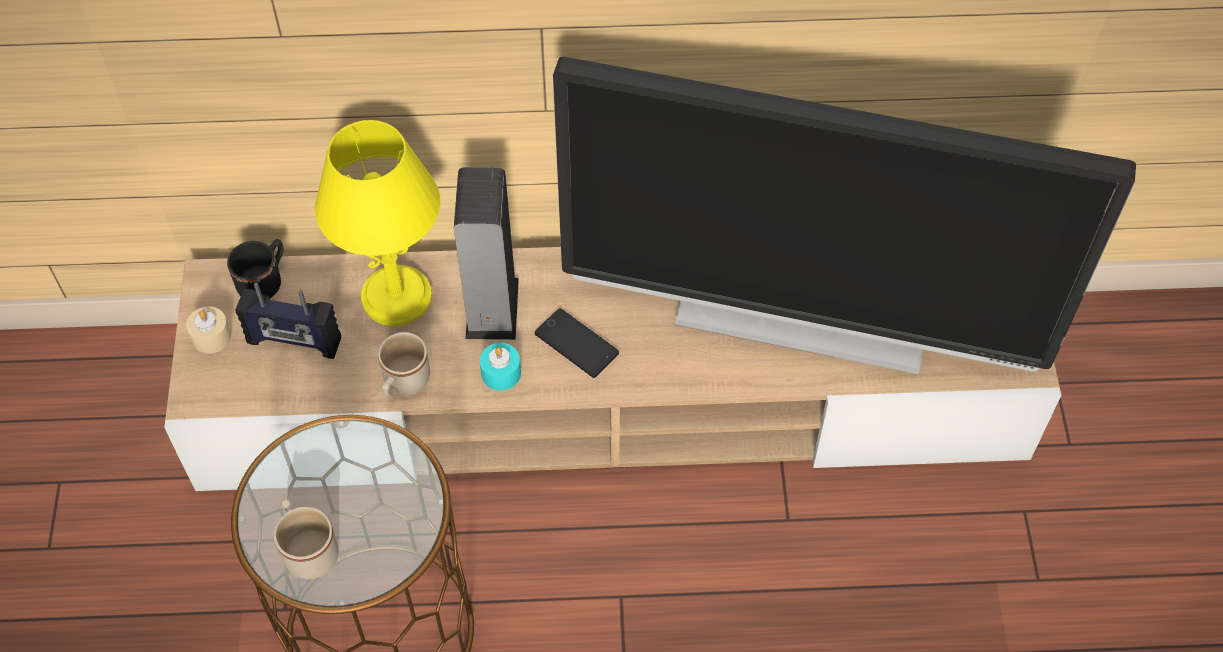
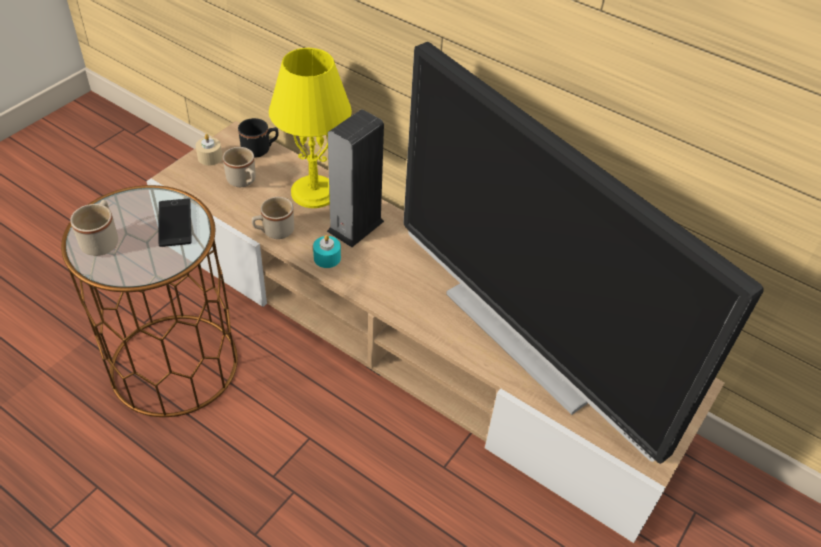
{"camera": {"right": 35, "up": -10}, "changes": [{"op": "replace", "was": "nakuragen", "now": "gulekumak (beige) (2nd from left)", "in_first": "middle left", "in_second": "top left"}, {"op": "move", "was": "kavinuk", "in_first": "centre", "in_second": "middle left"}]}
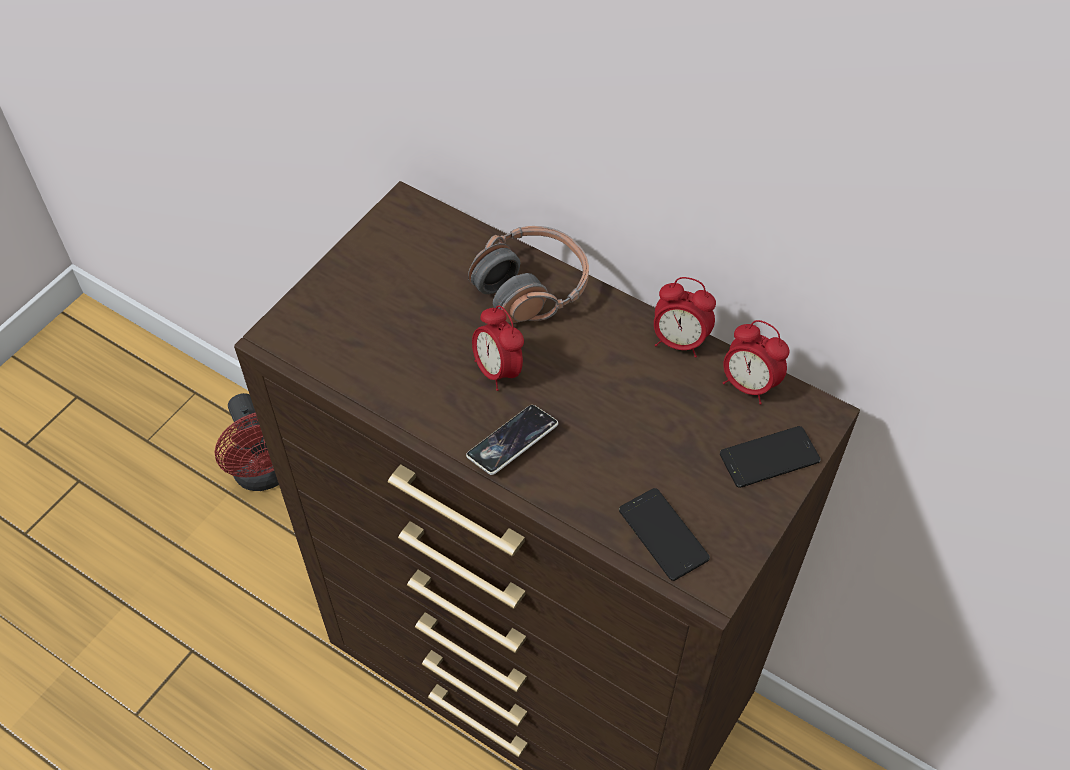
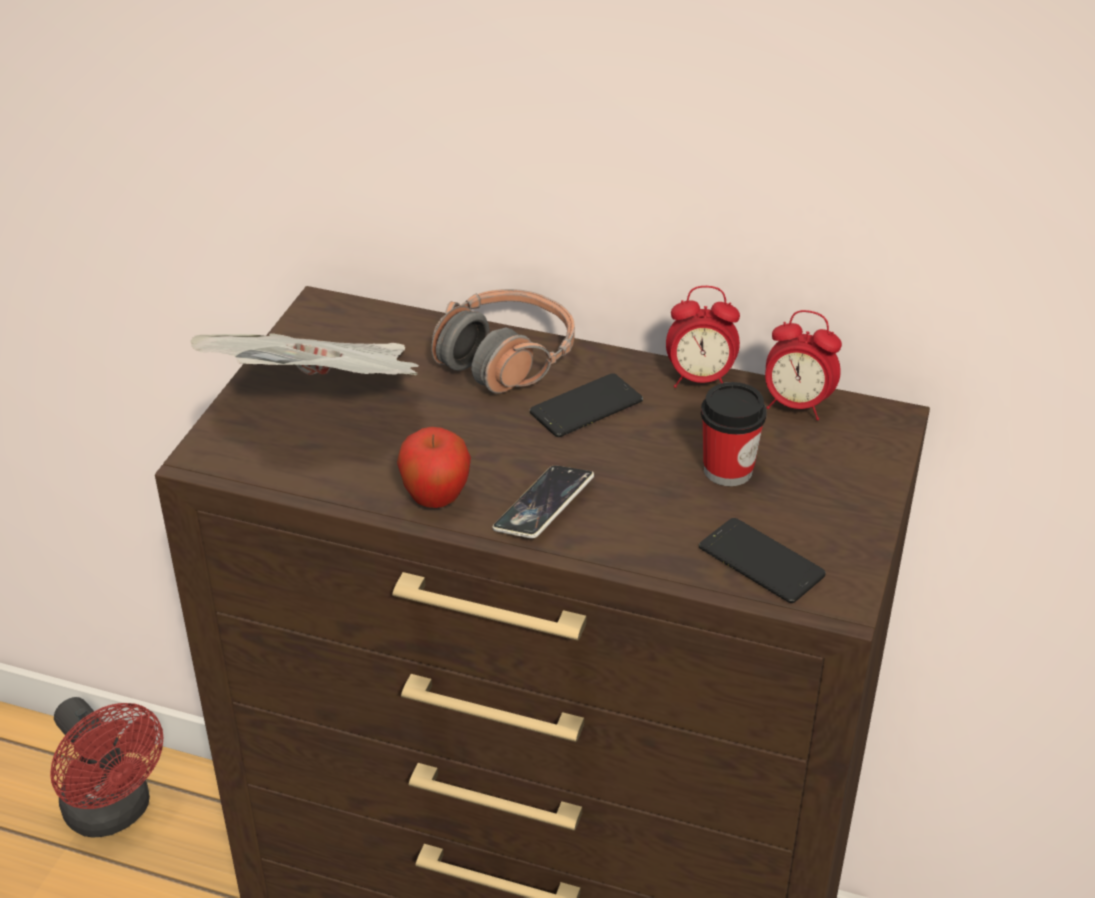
{"camera": {"right": -15, "up": -15}, "changes": [{"op": "delete", "was": "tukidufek (1st from left)", "in_first": "centre"}, {"op": "move", "was": "kavinuk (3rd from left in the first image)", "now": "kavinuk (2nd from left)", "in_first": "middle right", "in_second": "centre"}, {"op": "insert", "now": "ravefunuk", "in_second": "middle left"}, {"op": "insert", "now": "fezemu", "in_second": "middle right"}, {"op": "insert", "now": "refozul", "in_second": "centre"}]}
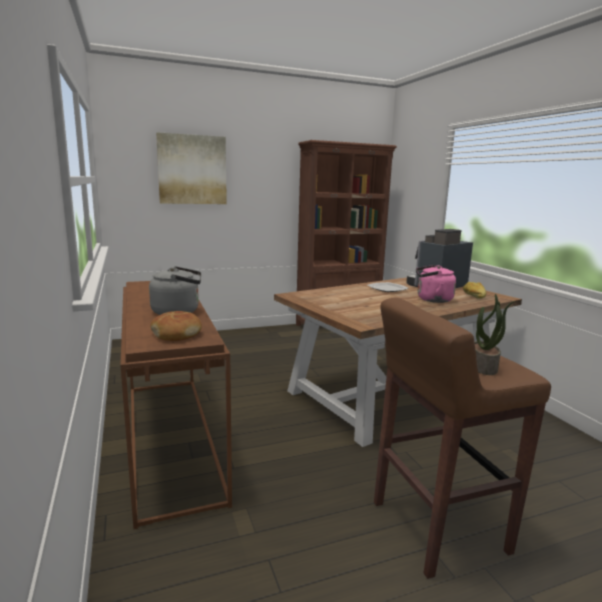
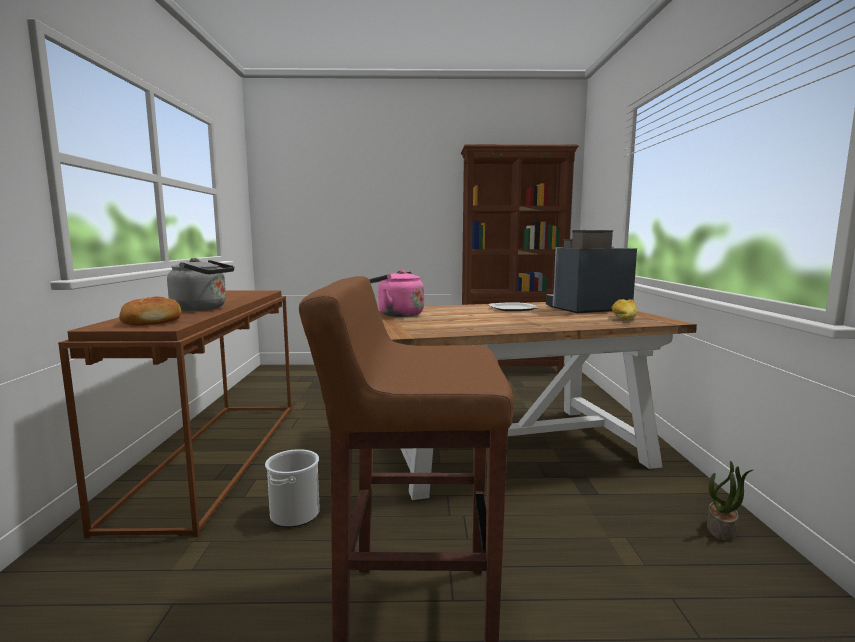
{"camera": {"right": 20, "up": -5}, "changes": [{"op": "delete", "was": "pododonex", "in_first": "top left"}, {"op": "move", "was": "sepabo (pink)", "in_first": "middle right", "in_second": "centre"}, {"op": "move", "was": "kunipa", "in_first": "middle right", "in_second": "bottom right"}, {"op": "insert", "now": "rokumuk", "in_second": "bottom centre"}]}
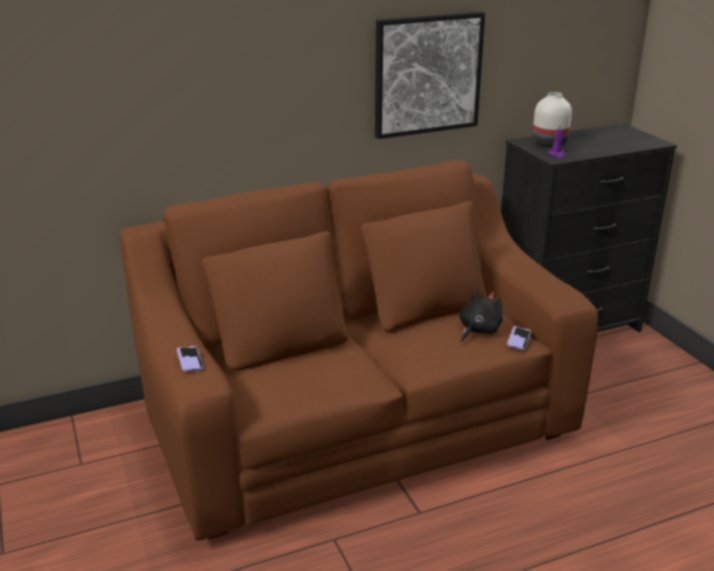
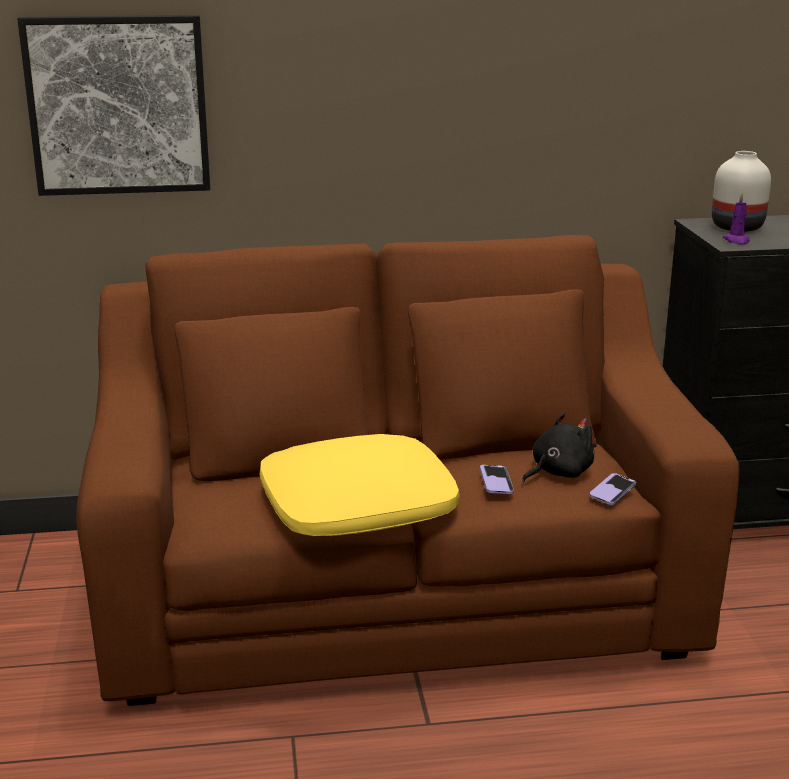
{"camera": {"right": 15, "up": -5}, "changes": [{"op": "move", "was": "pododonex", "in_first": "top centre", "in_second": "top left"}, {"op": "move", "was": "kavinuk (1st from left)", "in_first": "middle left", "in_second": "centre"}, {"op": "insert", "now": "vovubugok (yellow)", "in_second": "centre"}]}
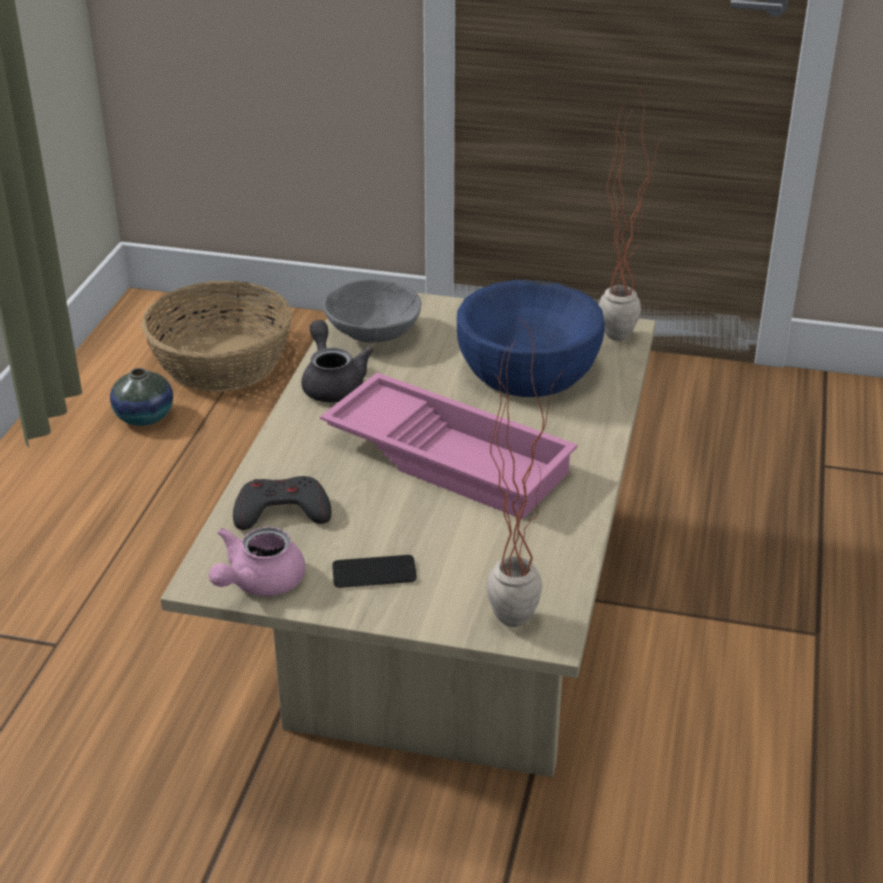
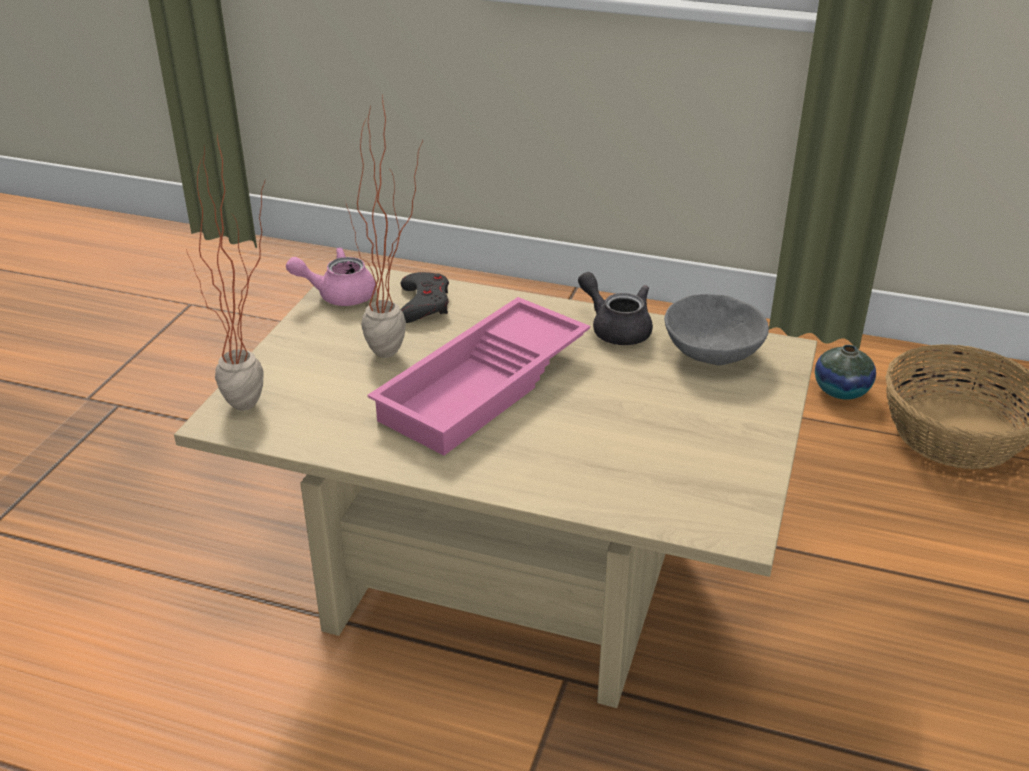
{"camera": {"right": 95, "up": 0}, "changes": [{"op": "move", "was": "kunipa (2nd from left)", "in_first": "top right", "in_second": "top centre"}, {"op": "delete", "was": "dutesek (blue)", "in_first": "centre"}, {"op": "rotate", "was": "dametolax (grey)", "in_first": "centre", "in_second": "centre", "clockwise": -120}, {"op": "rotate", "was": "dametolax (pink)", "in_first": "middle left", "in_second": "middle left", "clockwise": -45}, {"op": "delete", "was": "kavinuk", "in_first": "centre"}]}
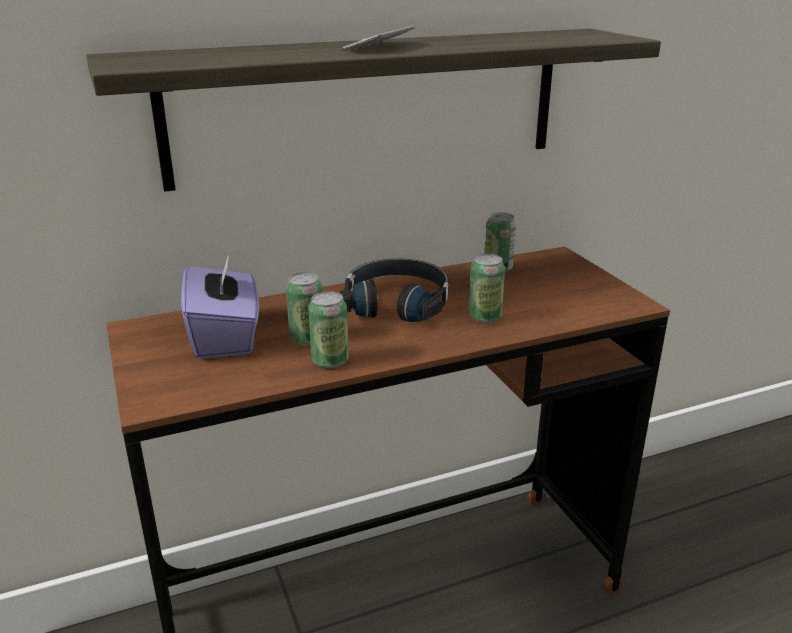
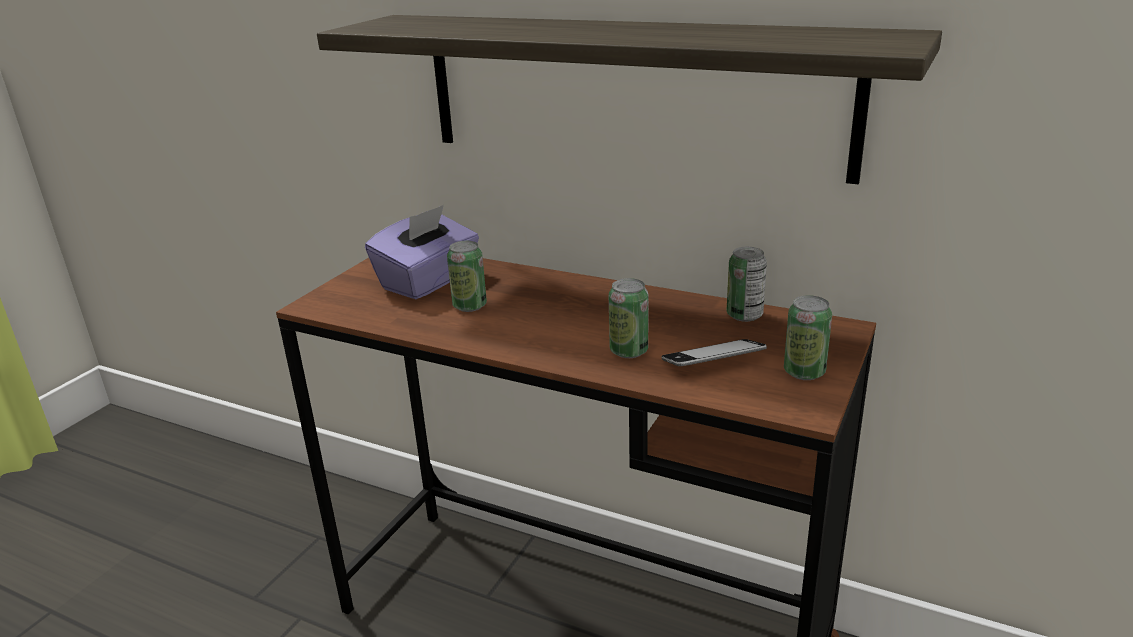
{"camera": {"right": 50, "up": 0}, "changes": [{"op": "move", "was": "kavinuk", "in_first": "top centre", "in_second": "centre"}, {"op": "delete", "was": "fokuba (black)", "in_first": "centre"}, {"op": "move", "was": "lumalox (2nd from left in the first image)", "now": "lumalox (4th from left)", "in_first": "centre", "in_second": "middle right"}]}
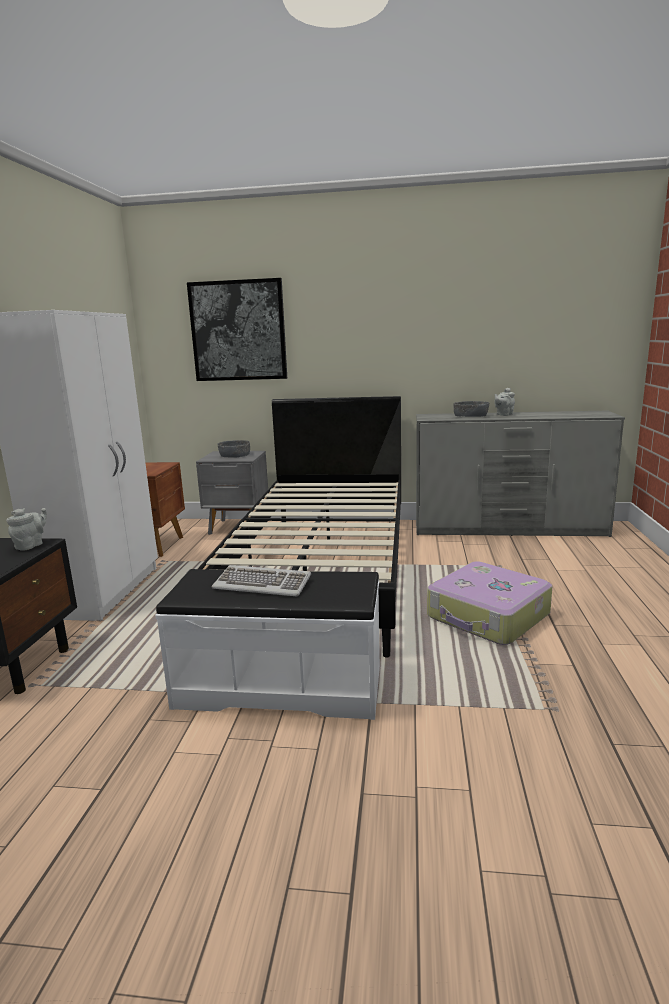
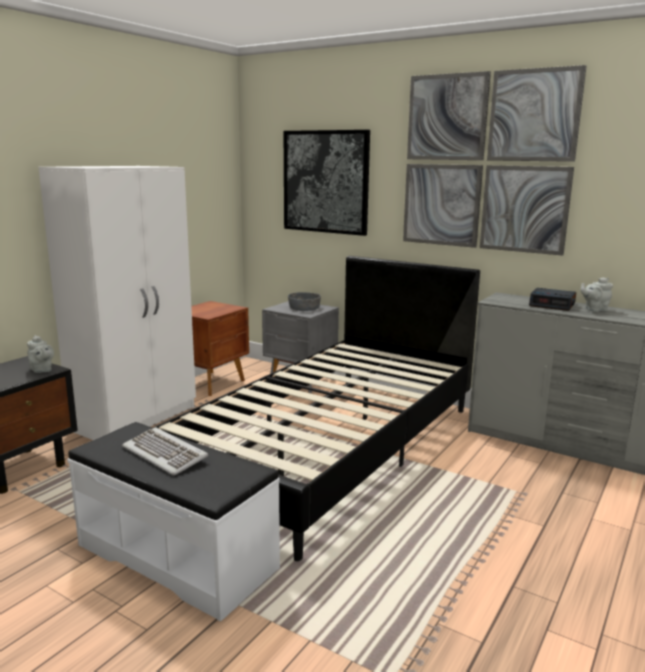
{"camera": {"right": 25, "up": 0}, "changes": [{"op": "replace", "was": "dutesek (grey) (2nd from left)", "now": "tukidufek", "in_first": "middle right", "in_second": "middle right"}, {"op": "rotate", "was": "dametolax (grey) (1st from left)", "in_first": "middle left", "in_second": "middle left", "clockwise": 90}, {"op": "delete", "was": "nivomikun", "in_first": "middle right"}, {"op": "insert", "now": "pododonex (2nd from left)", "in_second": "top right"}]}
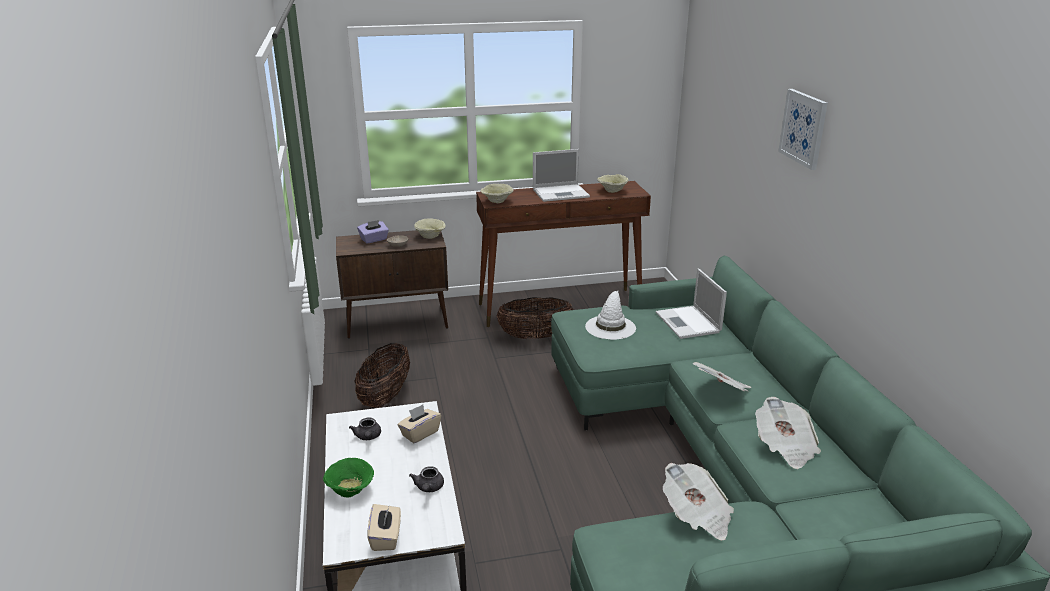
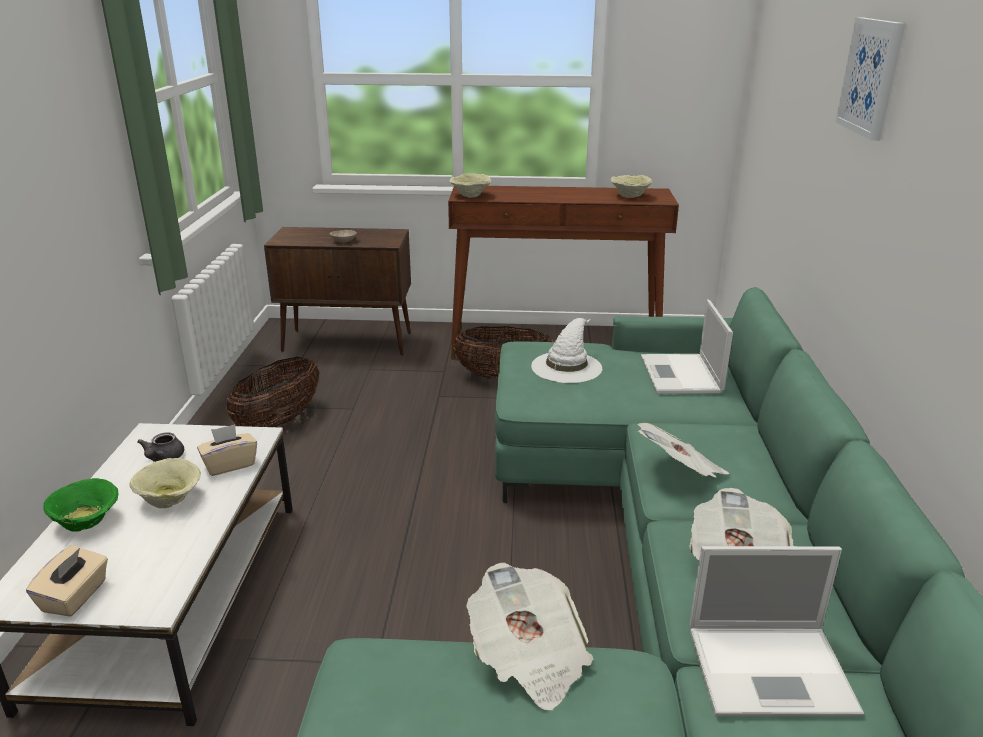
{"camera": {"right": 15, "up": 0}, "changes": [{"op": "move", "was": "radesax (1st from left in the first image)", "now": "radesax (2nd from left)", "in_first": "top centre", "in_second": "bottom right"}, {"op": "move", "was": "dutesek (beige) (2nd from left in the first image)", "now": "dutesek (beige) (1st from left)", "in_first": "centre", "in_second": "middle left"}, {"op": "delete", "was": "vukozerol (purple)", "in_first": "centre"}, {"op": "delete", "was": "dametolax (grey) (2nd from left)", "in_first": "bottom centre"}]}
